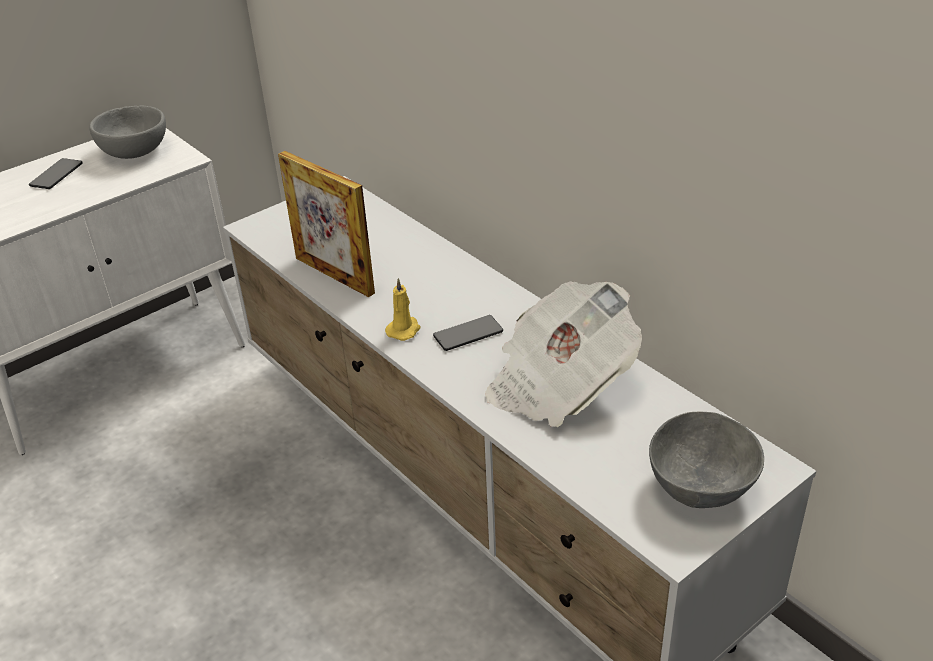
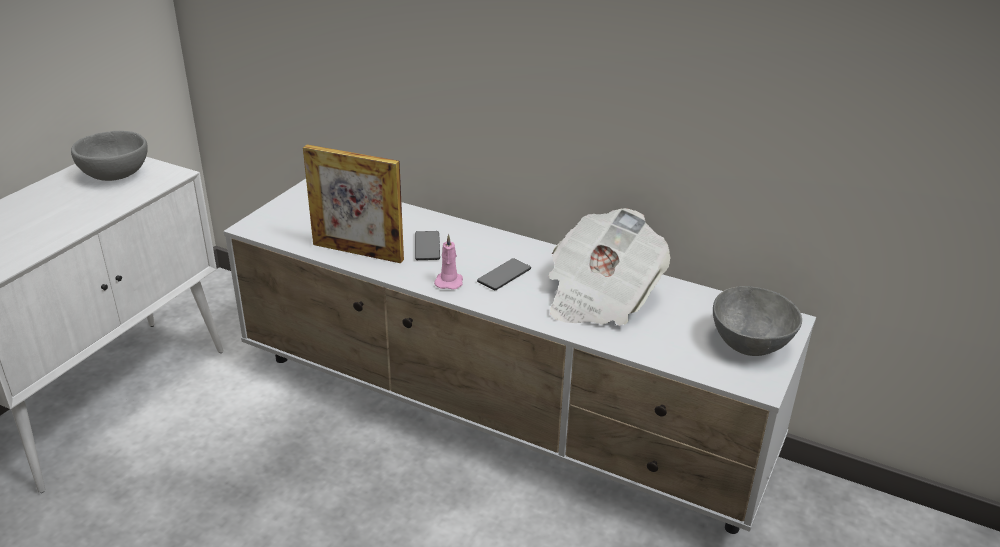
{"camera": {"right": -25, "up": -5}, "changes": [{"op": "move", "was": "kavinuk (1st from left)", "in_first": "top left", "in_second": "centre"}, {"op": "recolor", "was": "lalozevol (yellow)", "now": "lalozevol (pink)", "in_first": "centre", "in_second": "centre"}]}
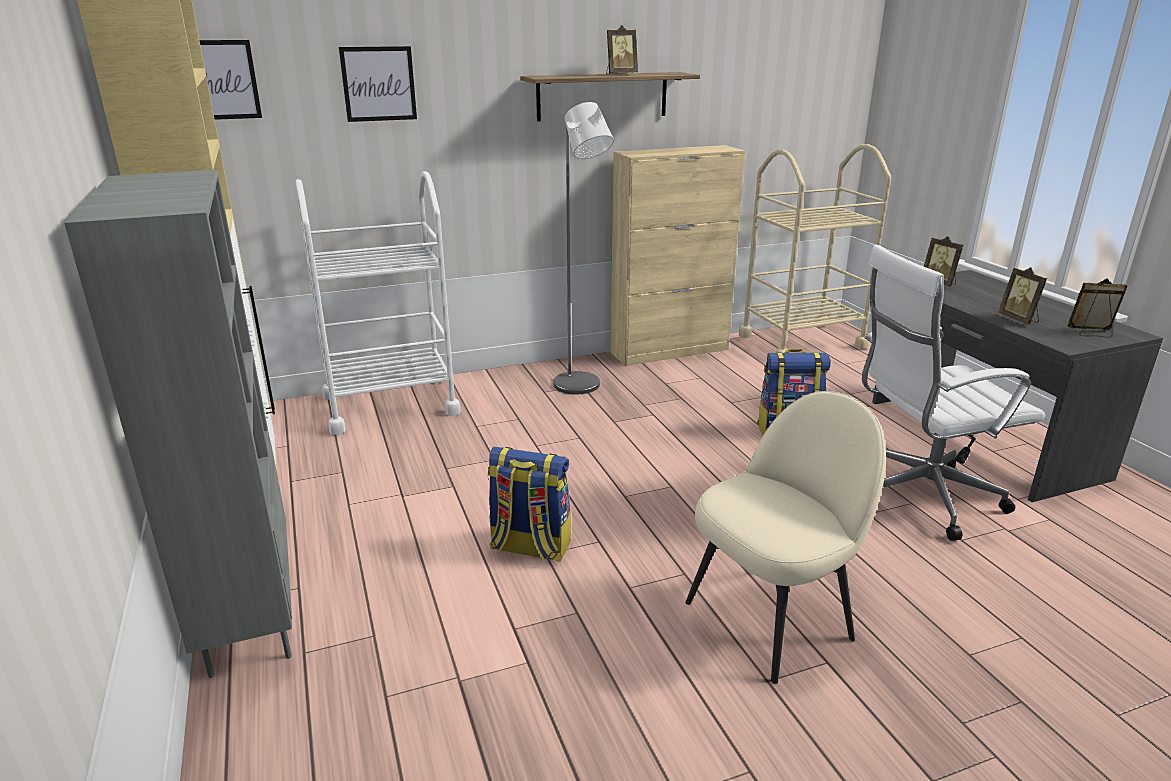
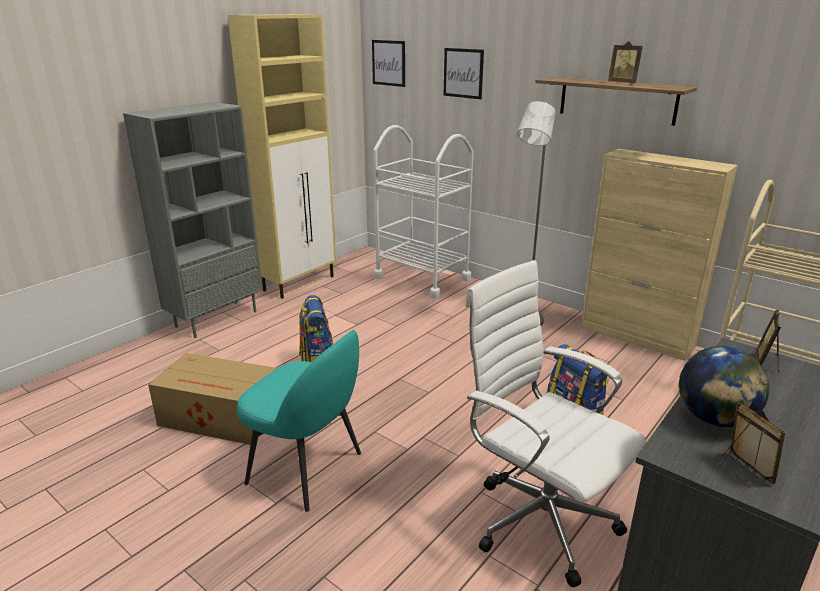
{"camera": {"right": 60, "up": 0}, "changes": [{"op": "replace", "was": "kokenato (3rd from left)", "now": "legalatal", "in_first": "middle right", "in_second": "middle right"}, {"op": "recolor", "was": "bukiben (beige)", "now": "bukiben (turquoise)", "in_first": "bottom right", "in_second": "bottom centre"}, {"op": "insert", "now": "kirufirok", "in_second": "bottom left"}]}
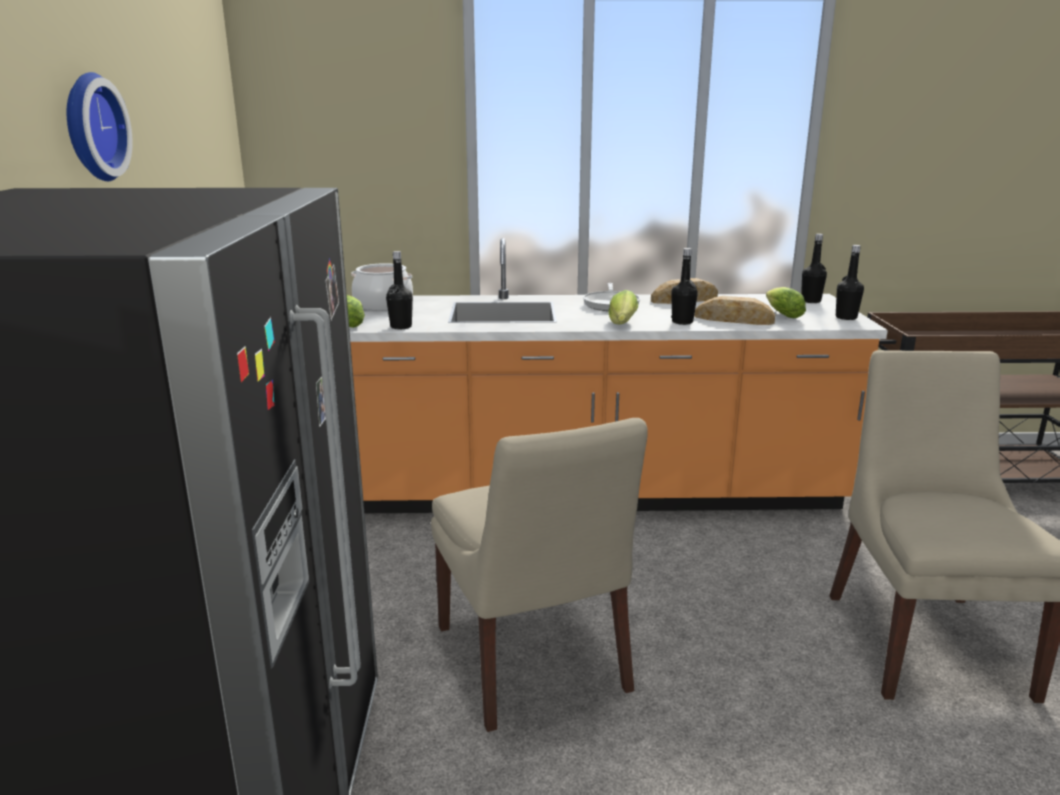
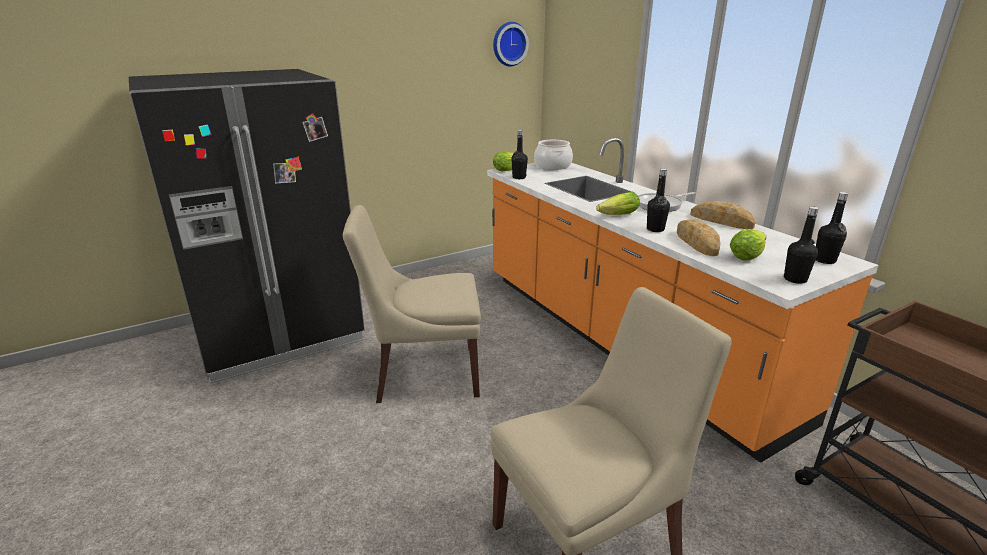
{"camera": {"right": 60, "up": 5}, "changes": [{"op": "move", "was": "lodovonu", "in_first": "top left", "in_second": "top centre"}, {"op": "rotate", "was": "bukiben (beige) (1st from left)", "in_first": "bottom centre", "in_second": "centre", "clockwise": 45}]}
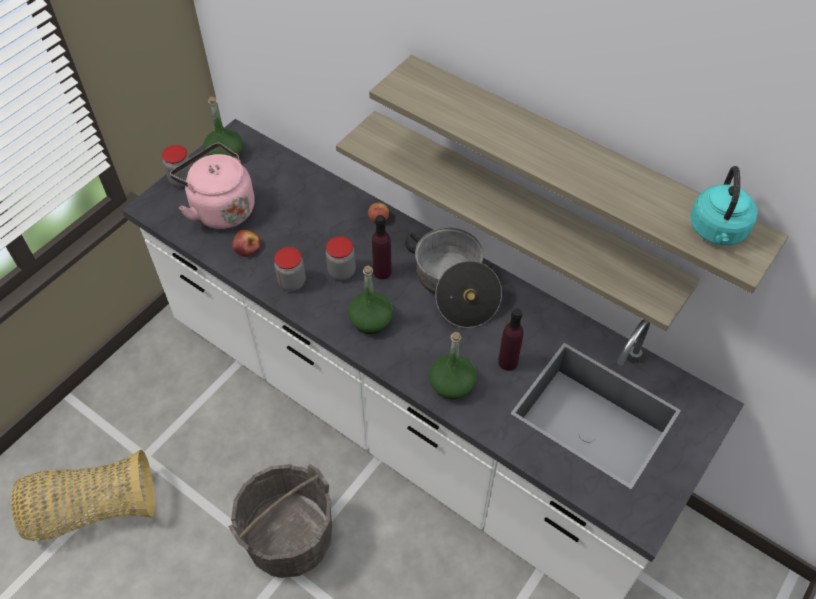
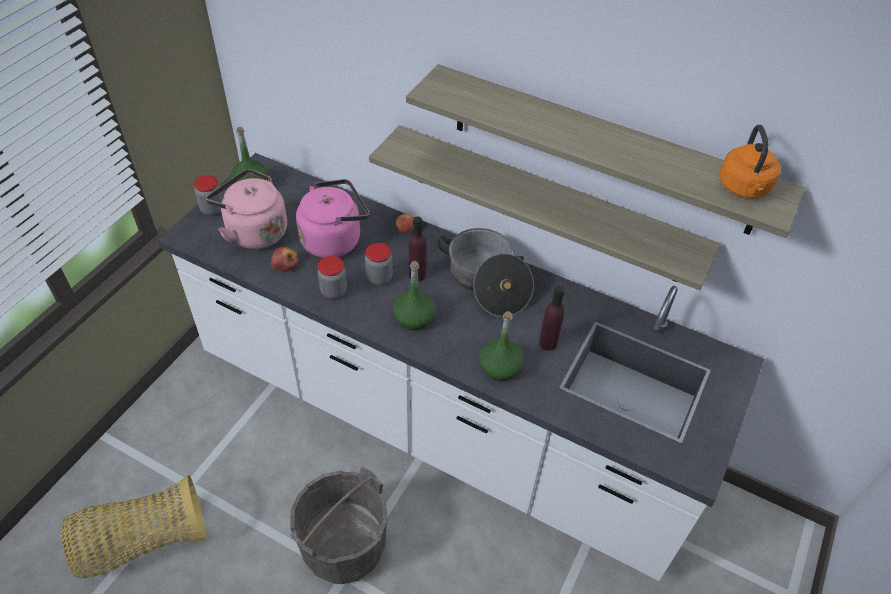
{"camera": {"right": -10, "up": -5}, "changes": [{"op": "recolor", "was": "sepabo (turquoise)", "now": "sepabo (orange)", "in_first": "middle right", "in_second": "top right"}, {"op": "insert", "now": "sepabo (pink) (2nd from left)", "in_second": "centre"}]}
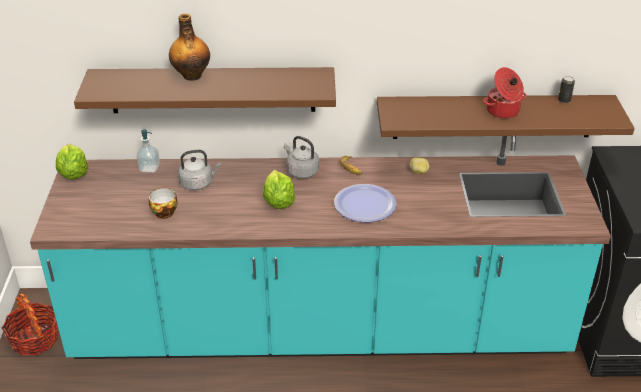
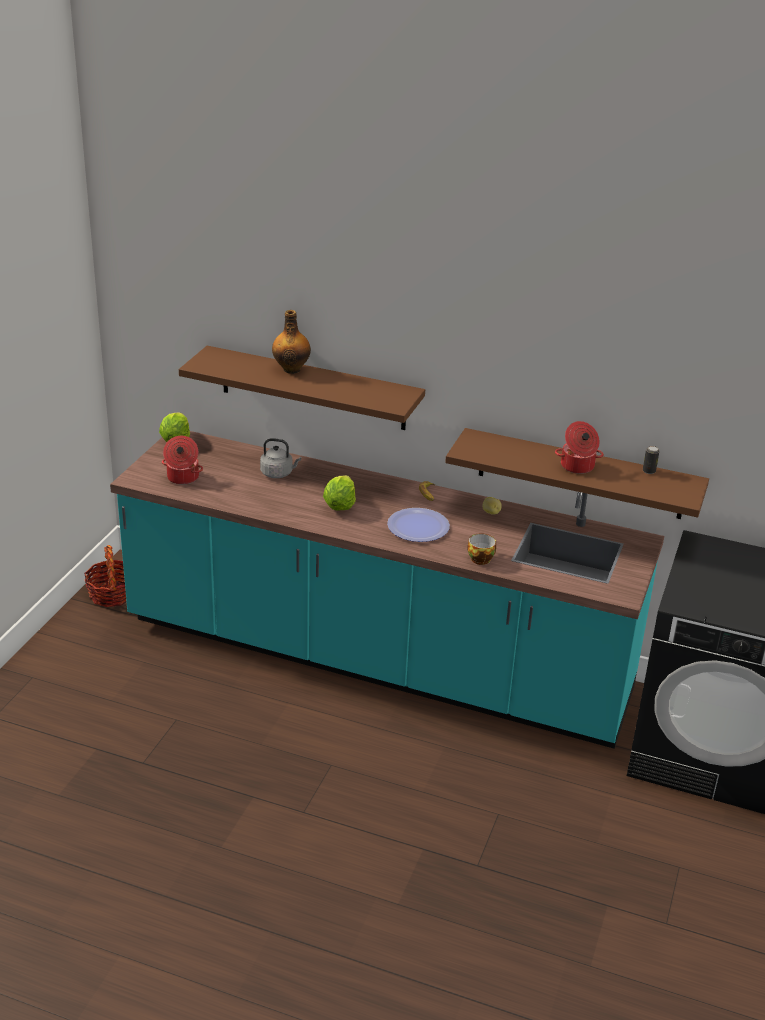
{"camera": {"right": 20, "up": -5}, "changes": [{"op": "delete", "was": "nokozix", "in_first": "middle left"}, {"op": "delete", "was": "sepabo (grey) (2nd from left)", "in_first": "centre"}, {"op": "move", "was": "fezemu", "in_first": "middle left", "in_second": "centre"}, {"op": "insert", "now": "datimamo (1st from left)", "in_second": "middle left"}]}
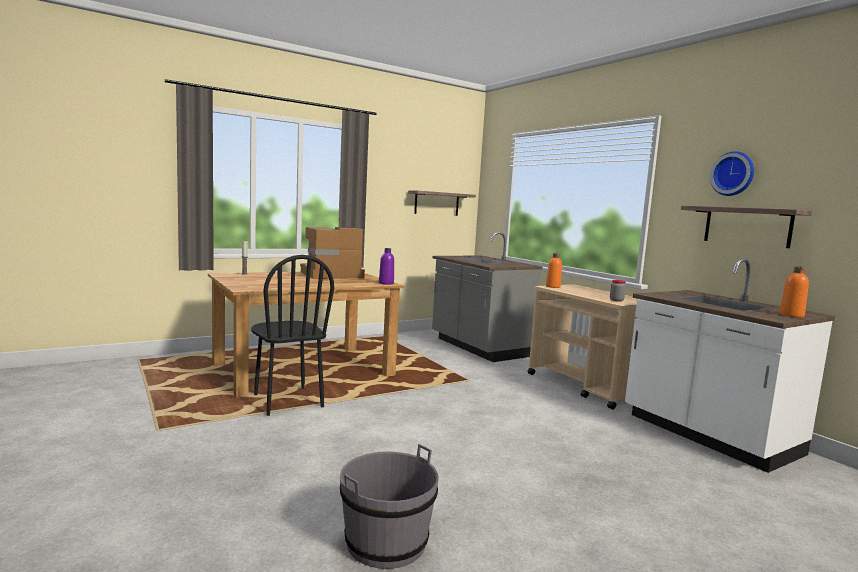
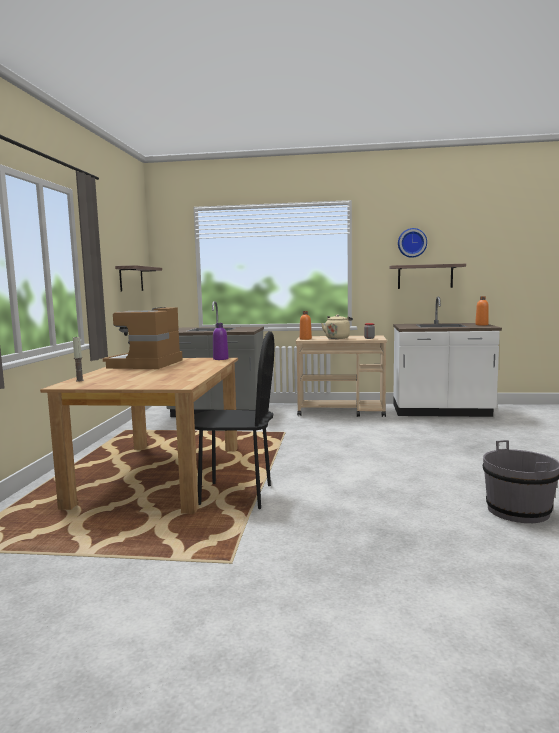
{"camera": {"right": -50, "up": 0}, "changes": [{"op": "insert", "now": "sepabo (beige)", "in_second": "centre"}]}
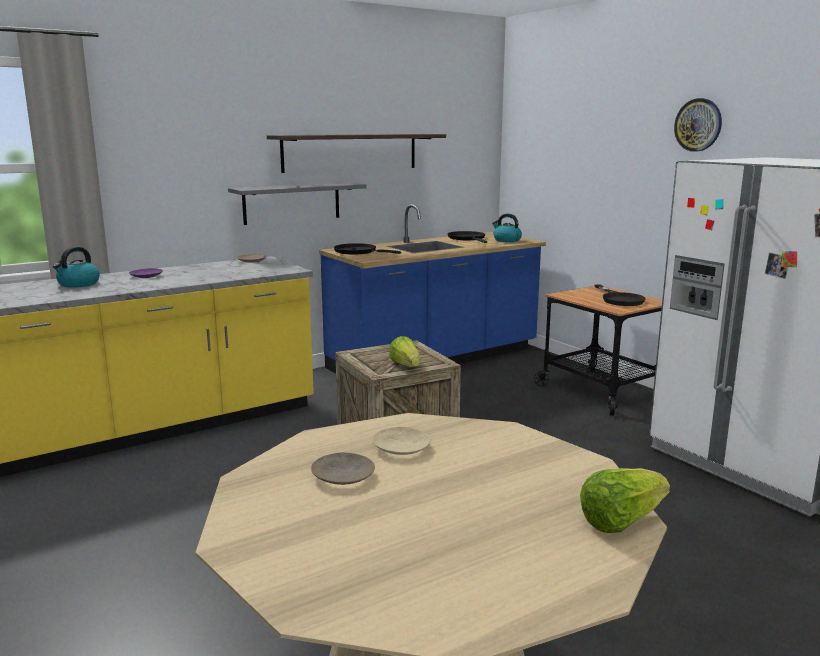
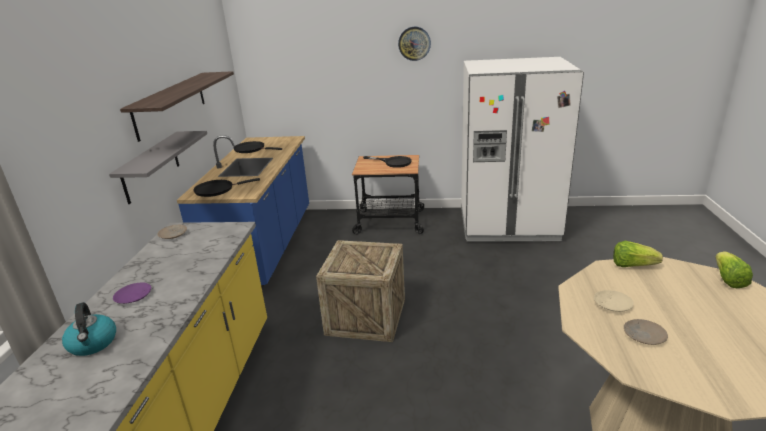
{"camera": {"right": -50, "up": 10}, "changes": [{"op": "delete", "was": "sepabo (2nd from left)", "in_first": "centre"}, {"op": "move", "was": "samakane (1st from left)", "in_first": "centre", "in_second": "middle right"}]}
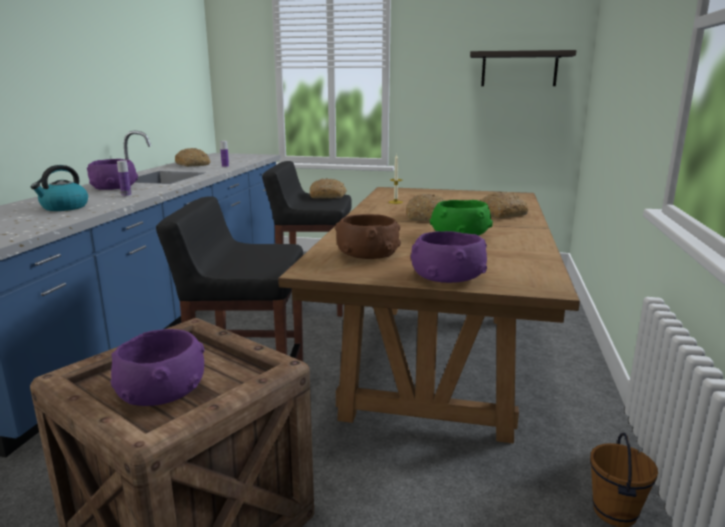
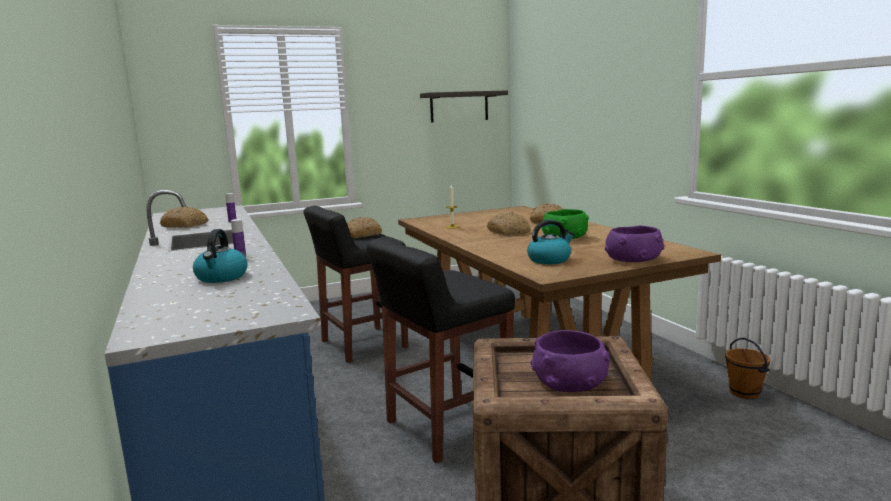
{"camera": {"right": -35, "up": -5}, "changes": [{"op": "delete", "was": "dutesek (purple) (1st from left)", "in_first": "top left"}, {"op": "replace", "was": "dutesek (brown)", "now": "sepabo (2nd from left)", "in_first": "centre", "in_second": "centre"}]}
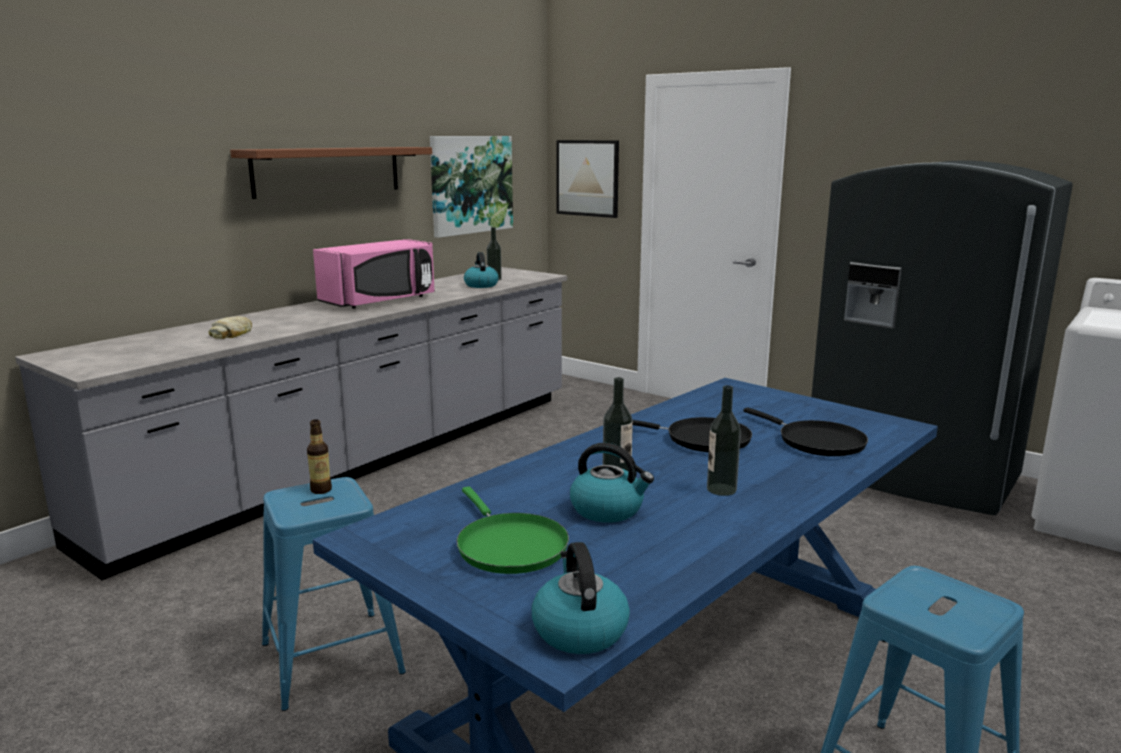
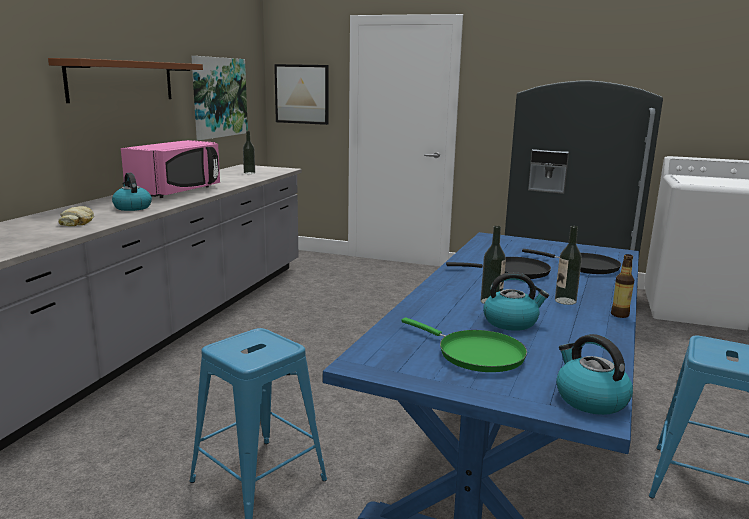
{"camera": {"right": -20, "up": 0}, "changes": [{"op": "move", "was": "sepabo (1st from left)", "in_first": "centre", "in_second": "middle left"}, {"op": "move", "was": "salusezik (1st from left in the first image)", "now": "salusezik (4th from left)", "in_first": "middle left", "in_second": "middle right"}]}
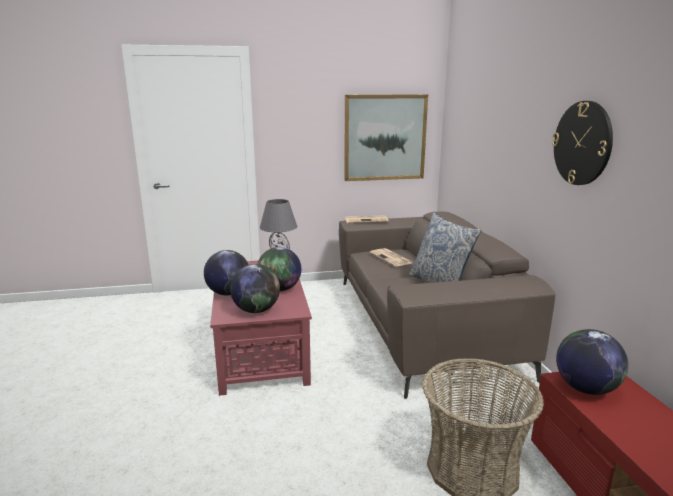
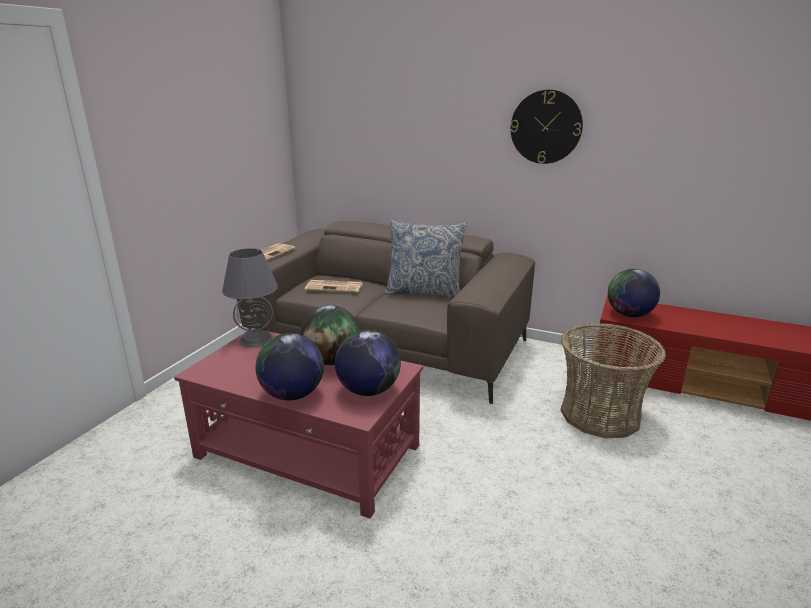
{"camera": {"right": -55, "up": 5}, "changes": [{"op": "delete", "was": "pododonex", "in_first": "top centre"}]}
